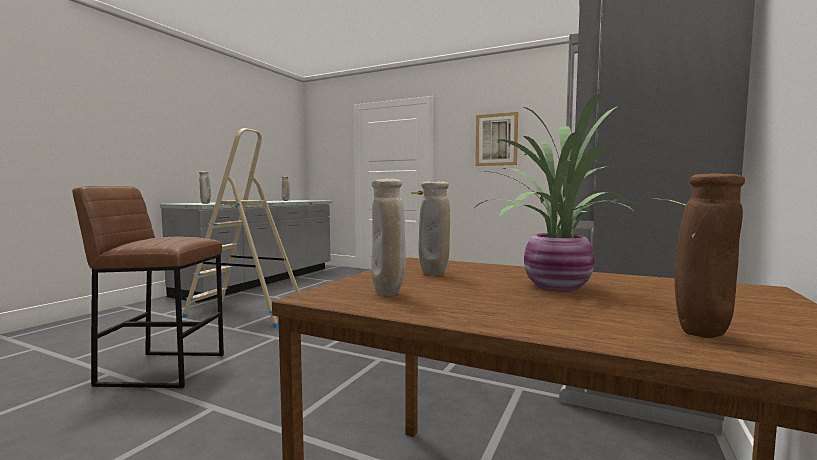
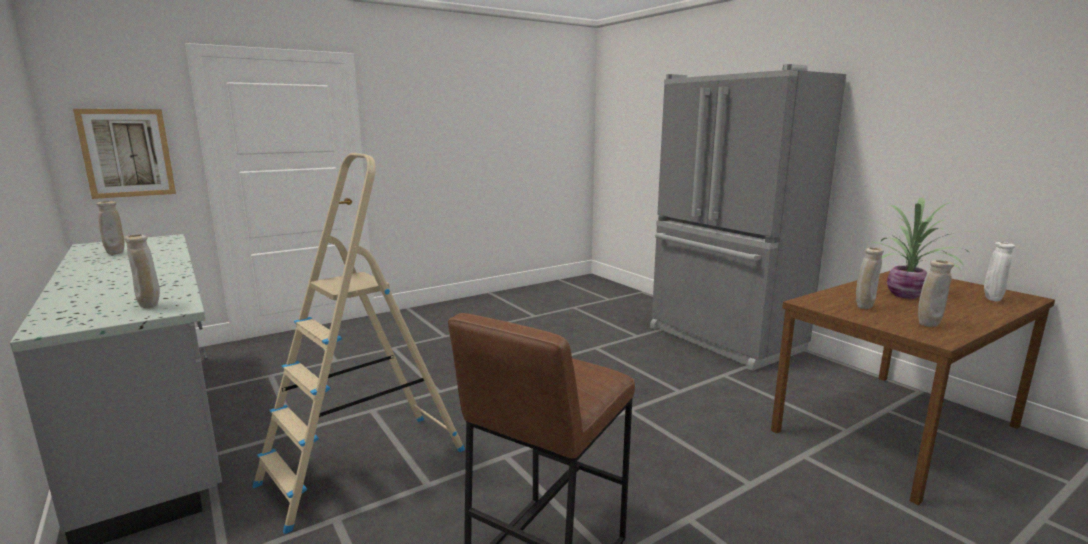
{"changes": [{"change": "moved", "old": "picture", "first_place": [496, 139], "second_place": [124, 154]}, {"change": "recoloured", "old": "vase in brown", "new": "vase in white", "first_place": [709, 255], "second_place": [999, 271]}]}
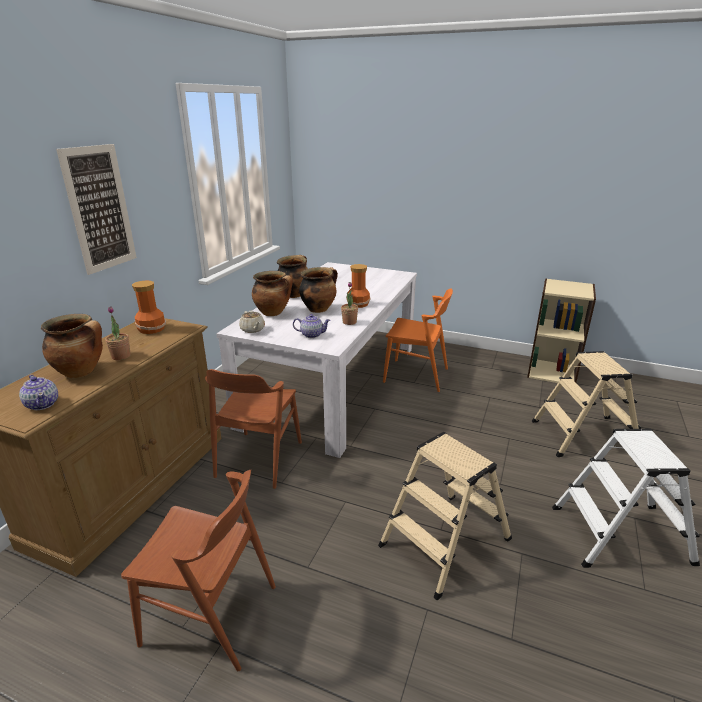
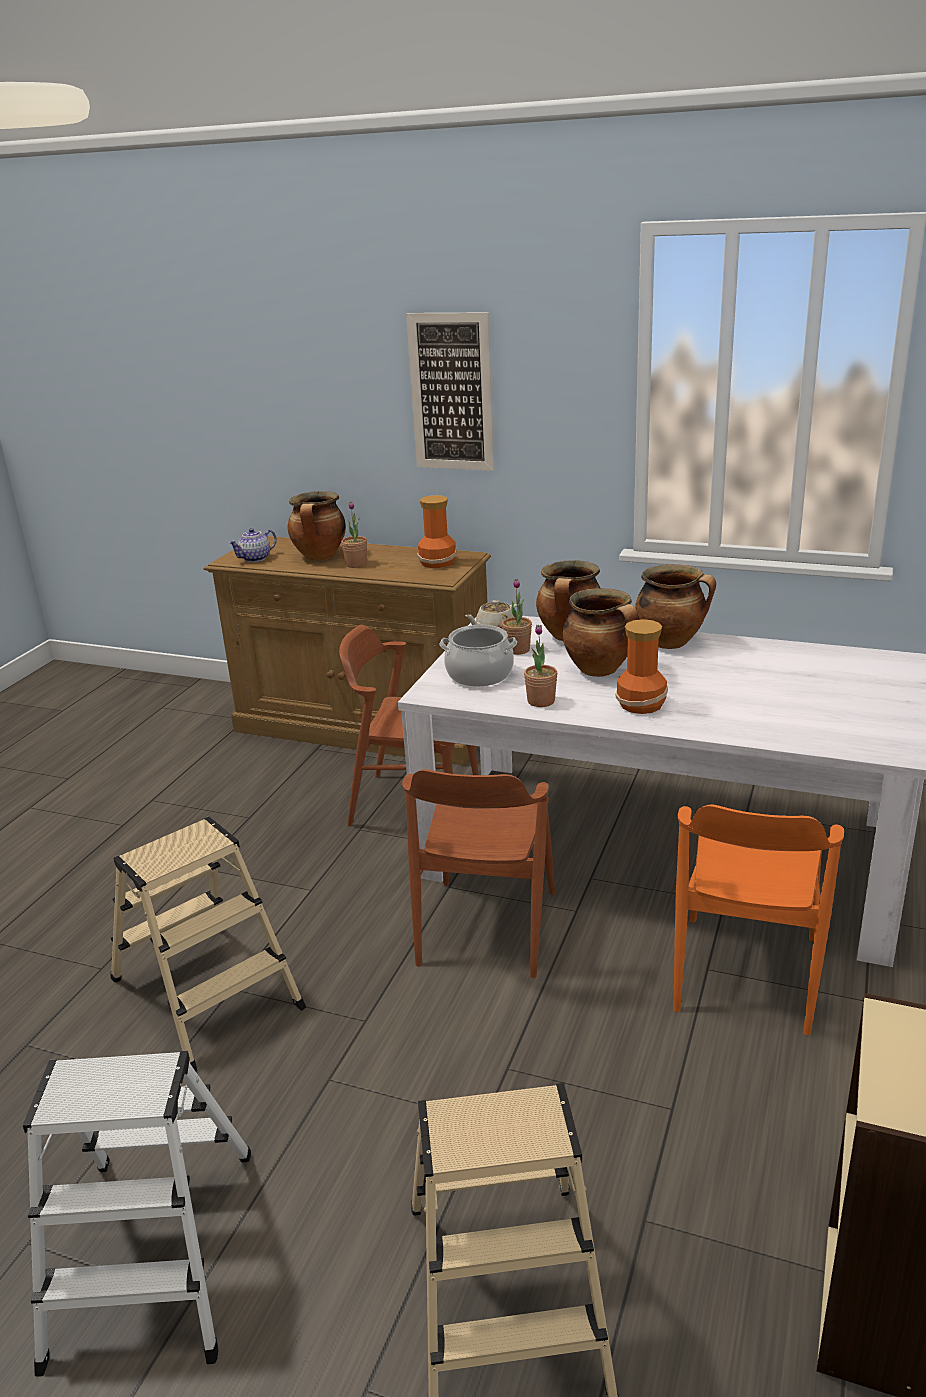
{"changes": [{"change": "moved", "old": "chair in brown", "first_place": [198, 570], "second_place": [478, 873]}, {"change": "replaced", "old": "teapot", "new": "cooking pot", "first_place": [312, 326], "second_place": [478, 656]}, {"change": "added", "new": "potted plant", "second_place": [517, 617]}]}
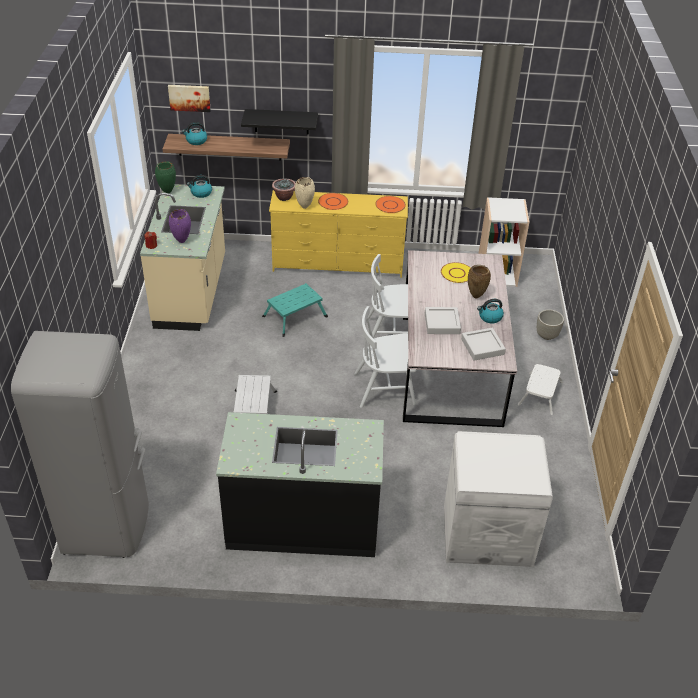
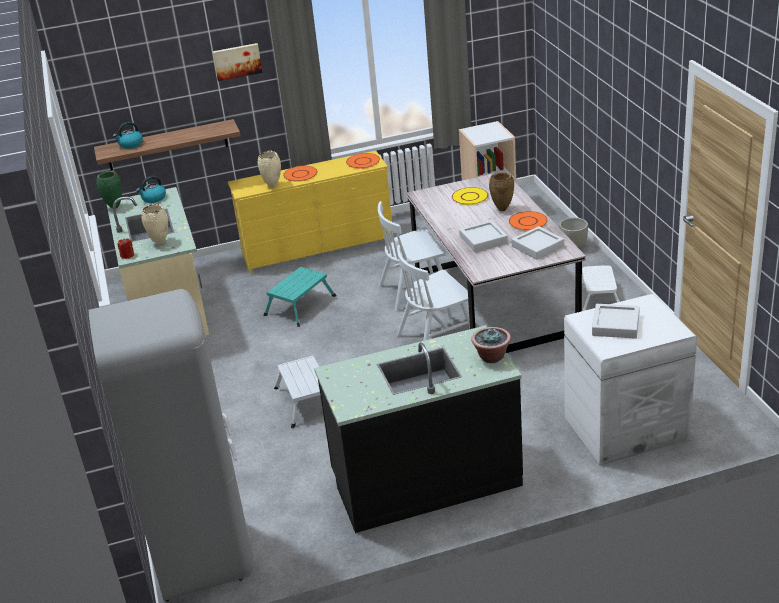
{"changes": [{"change": "recoloured", "old": "vase in purple", "new": "vase in beige", "first_place": [180, 226], "second_place": [154, 224]}, {"change": "moved", "old": "picture", "first_place": [189, 98], "second_place": [237, 62]}, {"change": "moved", "old": "potted plant", "first_place": [284, 189], "second_place": [491, 345]}, {"change": "replaced", "old": "kettle", "new": "plate in orange", "first_place": [490, 311], "second_place": [528, 221]}, {"change": "added", "new": "tray in grey", "second_place": [616, 321]}, {"change": "removed", "old": "shelf in black", "first_place": [279, 122]}]}
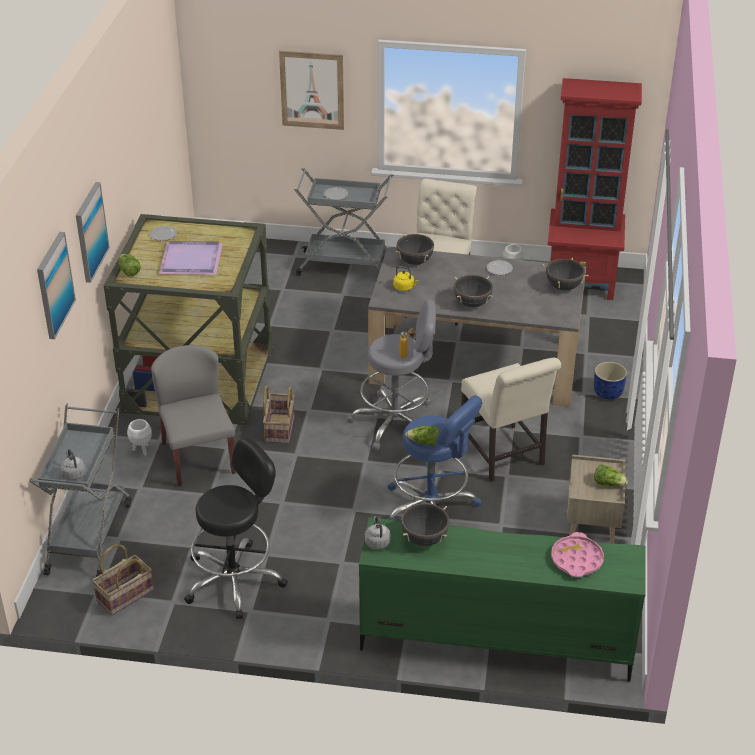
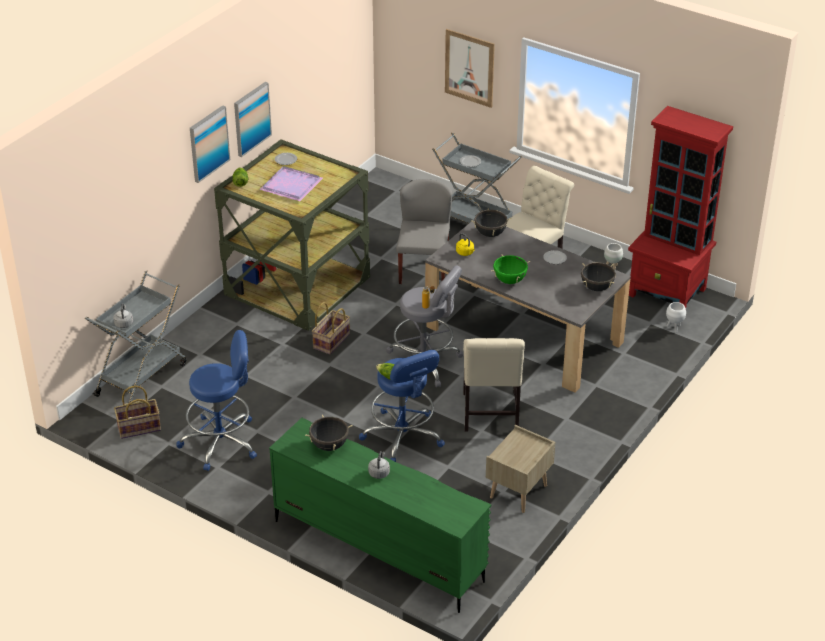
{"changes": [{"change": "recoloured", "old": "stool in black", "new": "stool in blue", "first_place": [236, 528], "second_place": [216, 400]}, {"change": "moved", "old": "picture", "first_place": [56, 285], "second_place": [253, 119]}, {"change": "moved", "old": "kettle in grey", "first_place": [378, 533], "second_place": [379, 465]}, {"change": "moved", "old": "chair in grey", "first_place": [193, 416], "second_place": [424, 231]}, {"change": "recoloured", "old": "cooking pot in black", "new": "cooking pot in green", "first_place": [473, 291], "second_place": [510, 269]}, {"change": "moved", "old": "planter in white", "first_place": [139, 437], "second_place": [676, 317]}, {"change": "removed", "old": "tray in pink", "first_place": [577, 554]}, {"change": "removed", "old": "planter in blue", "first_place": [610, 381]}, {"change": "removed", "old": "lettuce", "first_place": [611, 475]}]}
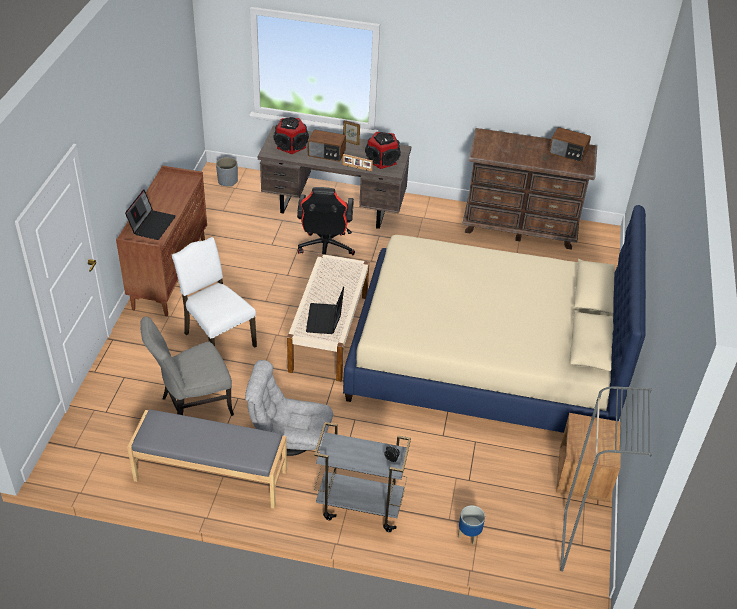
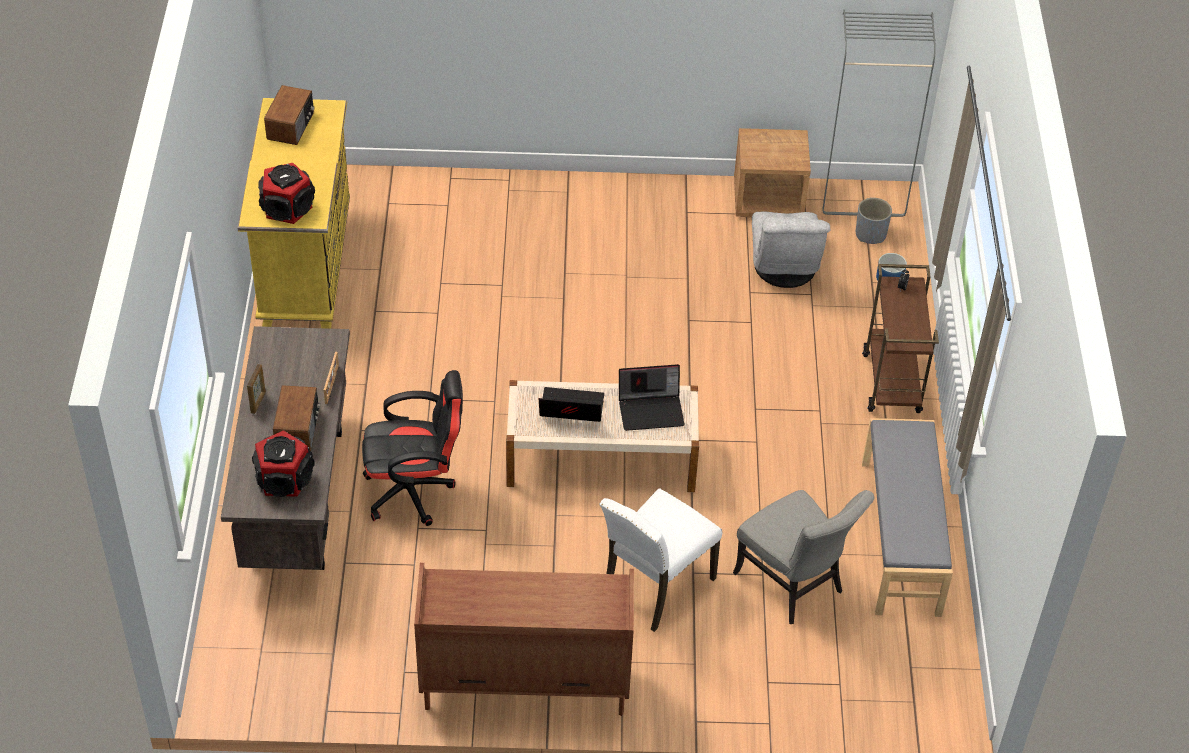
{"changes": [{"change": "recoloured", "old": "dresser in brown", "new": "dresser in yellow", "first_place": [529, 189], "second_place": [293, 213]}, {"change": "moved", "old": "speaker", "first_place": [383, 150], "second_place": [286, 193]}, {"change": "moved", "old": "laptop", "first_place": [150, 215], "second_place": [571, 404]}, {"change": "moved", "old": "armchair in grey", "first_place": [289, 408], "second_place": [791, 249]}, {"change": "moved", "old": "planter in grey", "first_place": [227, 172], "second_place": [874, 221]}, {"change": "recoloured", "old": "cart in grey", "new": "cart in brown", "first_place": [362, 477], "second_place": [900, 338]}, {"change": "removed", "old": "bed in beige", "first_place": [494, 319]}]}
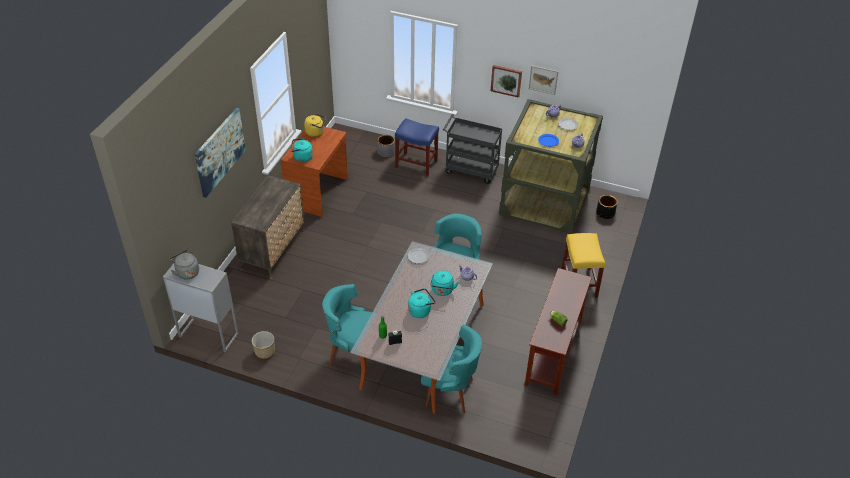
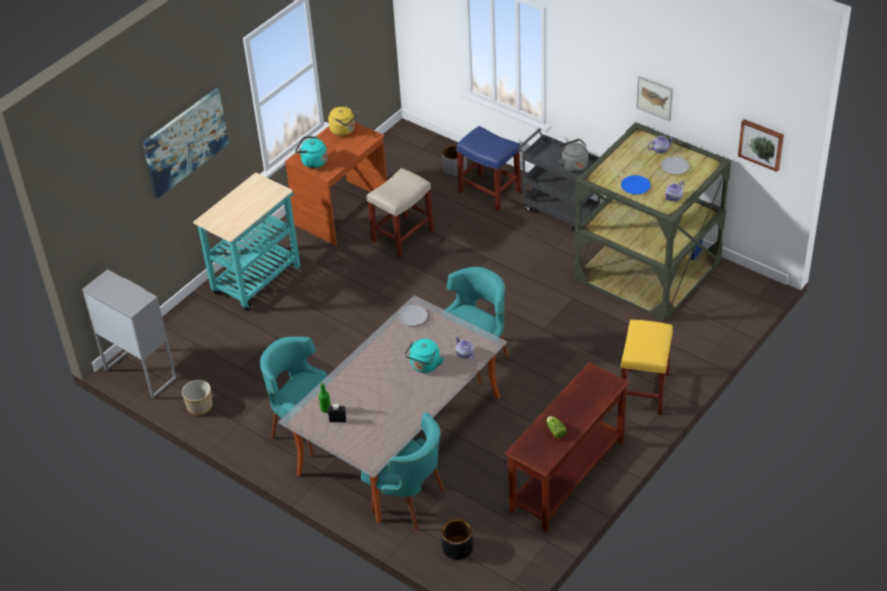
{"changes": [{"change": "replaced", "old": "dresser", "new": "cart in turquoise", "first_place": [267, 227], "second_place": [246, 241]}, {"change": "added", "new": "stool in beige", "second_place": [400, 213]}, {"change": "moved", "old": "planter in black", "first_place": [606, 207], "second_place": [457, 539]}, {"change": "moved", "old": "kettle in grey", "first_place": [184, 264], "second_place": [573, 155]}, {"change": "moved", "old": "picture", "first_place": [506, 81], "second_place": [761, 145]}, {"change": "removed", "old": "kettle in turquoise", "first_place": [421, 303]}]}
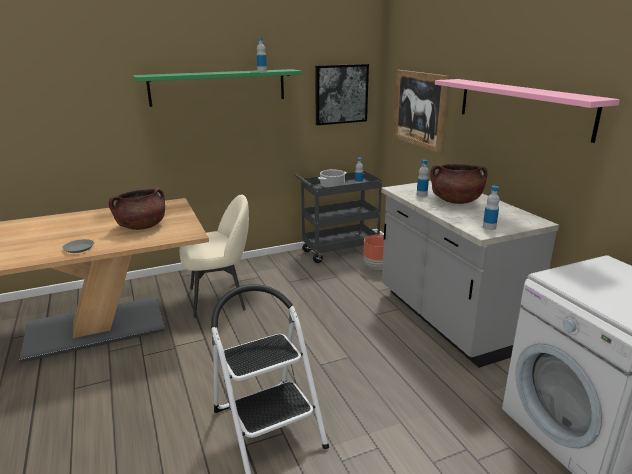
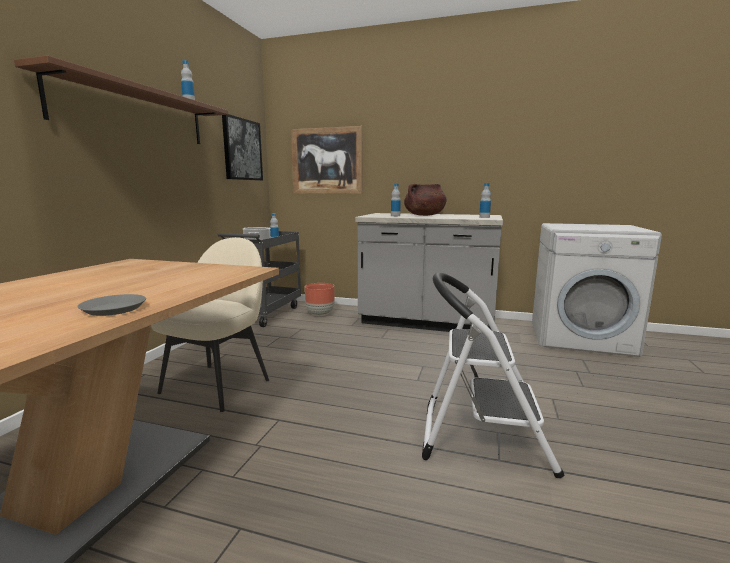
{"changes": [{"change": "recoloured", "old": "shelf in green", "new": "shelf in brown", "first_place": [217, 88], "second_place": [121, 99]}, {"change": "removed", "old": "cooking pot in brown", "first_place": [137, 209]}, {"change": "removed", "old": "shelf in pink", "first_place": [527, 111]}]}
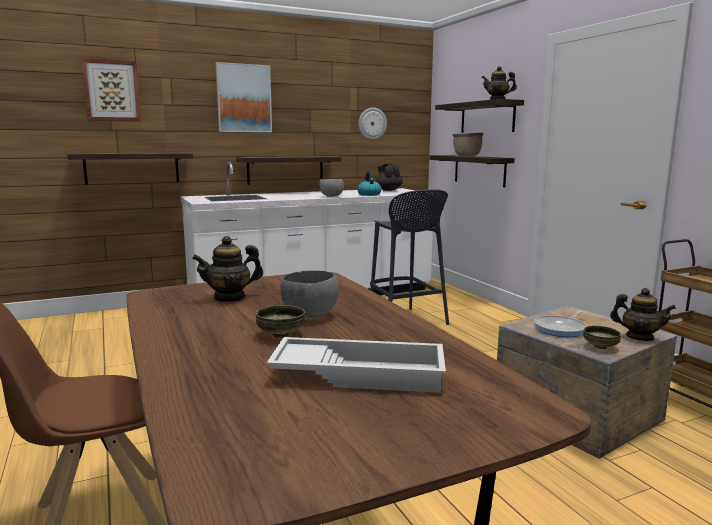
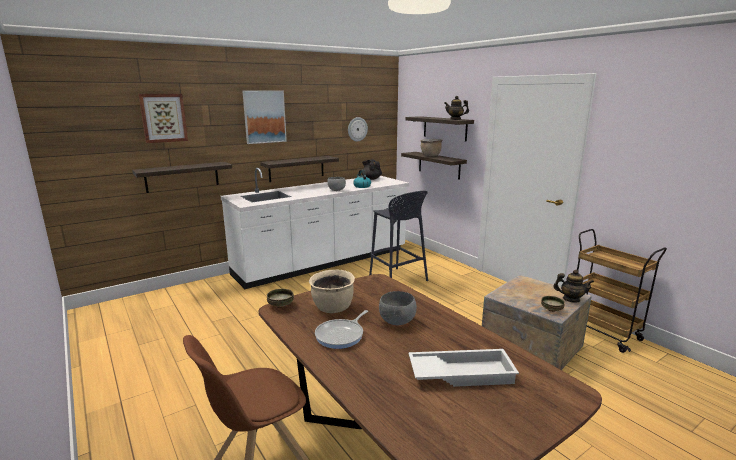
{"changes": [{"change": "moved", "old": "bowl", "first_place": [280, 321], "second_place": [280, 298]}, {"change": "replaced", "old": "teapot", "new": "cooking pot in beige", "first_place": [227, 269], "second_place": [332, 291]}, {"change": "moved", "old": "frying pan", "first_place": [560, 323], "second_place": [341, 329]}]}
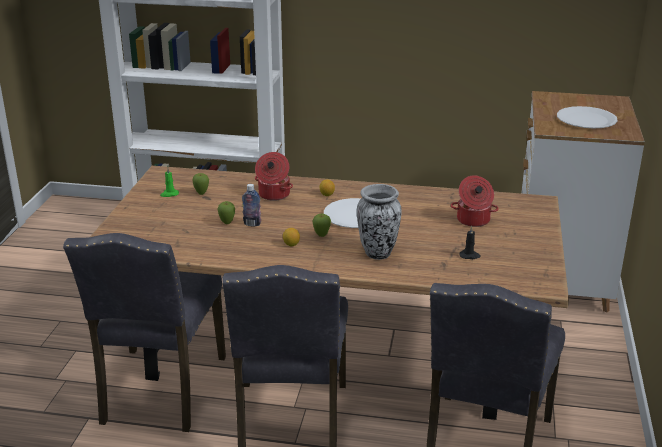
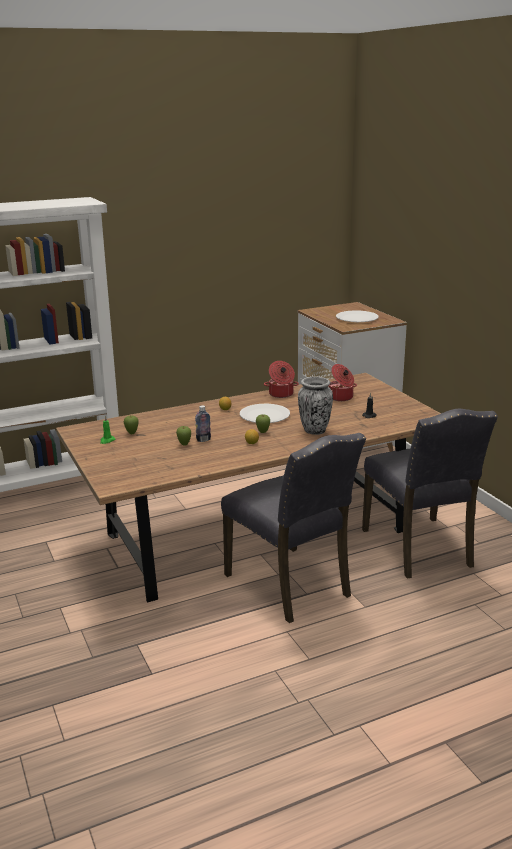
{"changes": [{"change": "moved", "old": "cooking pot", "first_place": [274, 176], "second_place": [281, 379]}, {"change": "removed", "old": "chair in grey", "first_place": [144, 332]}]}
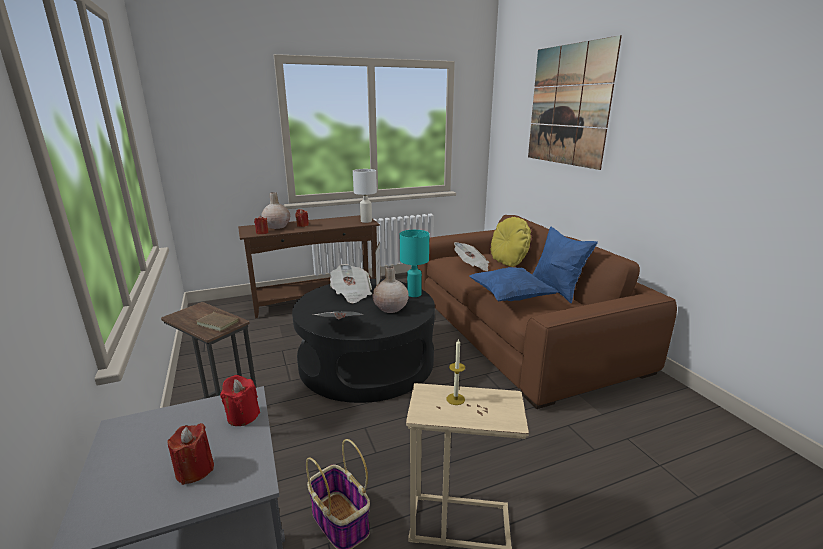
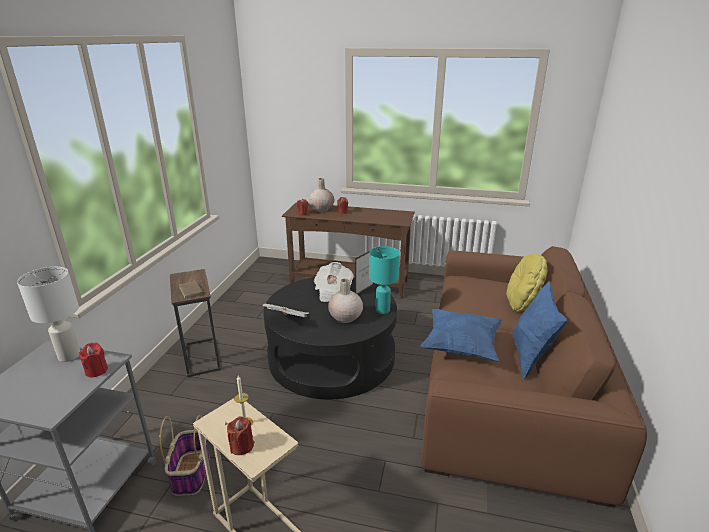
{"changes": [{"change": "moved", "old": "table lamp in white", "first_place": [365, 196], "second_place": [48, 314]}, {"change": "moved", "old": "candle in red", "first_place": [190, 454], "second_place": [240, 435]}, {"change": "removed", "old": "newspaper", "first_place": [471, 256]}, {"change": "removed", "old": "picture", "first_place": [575, 102]}]}
